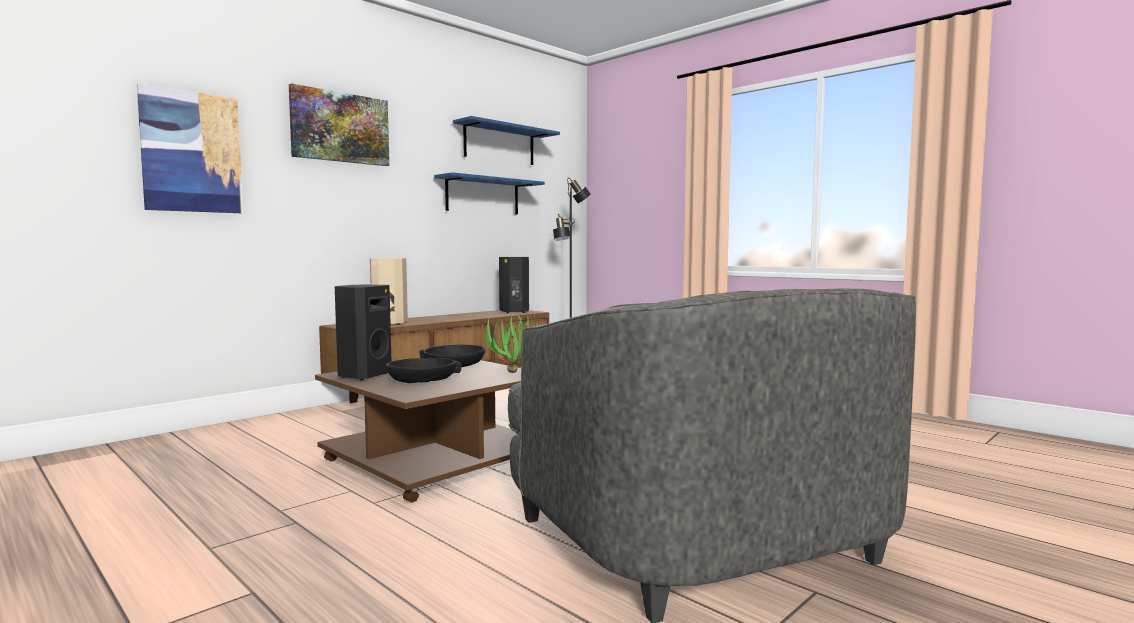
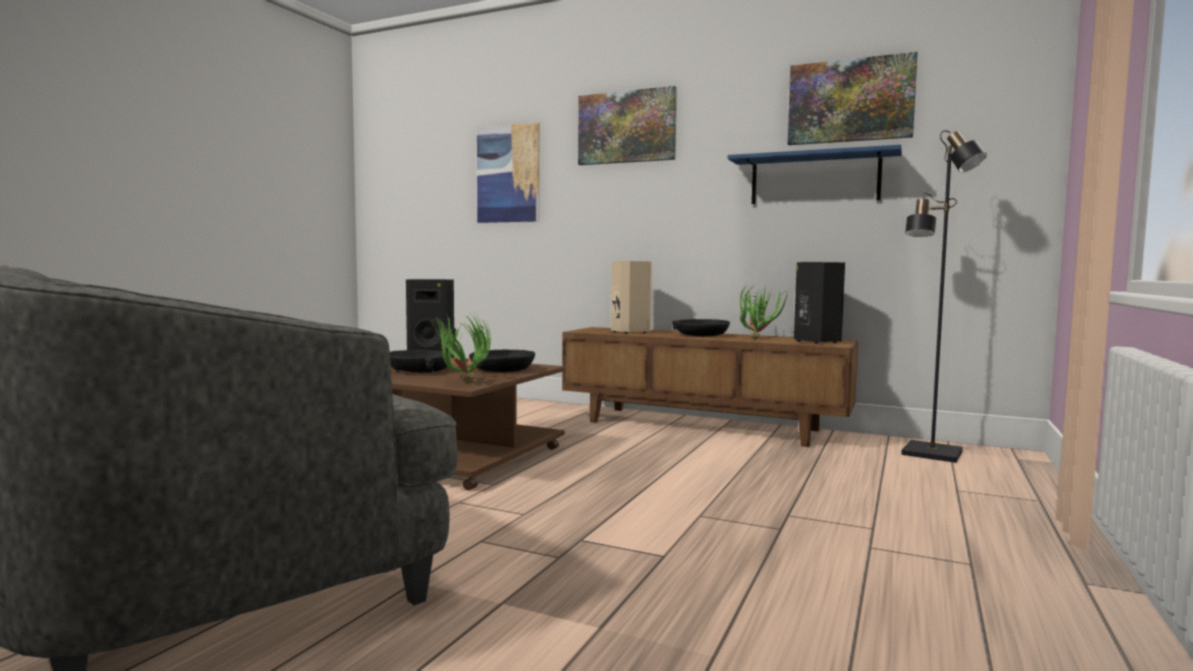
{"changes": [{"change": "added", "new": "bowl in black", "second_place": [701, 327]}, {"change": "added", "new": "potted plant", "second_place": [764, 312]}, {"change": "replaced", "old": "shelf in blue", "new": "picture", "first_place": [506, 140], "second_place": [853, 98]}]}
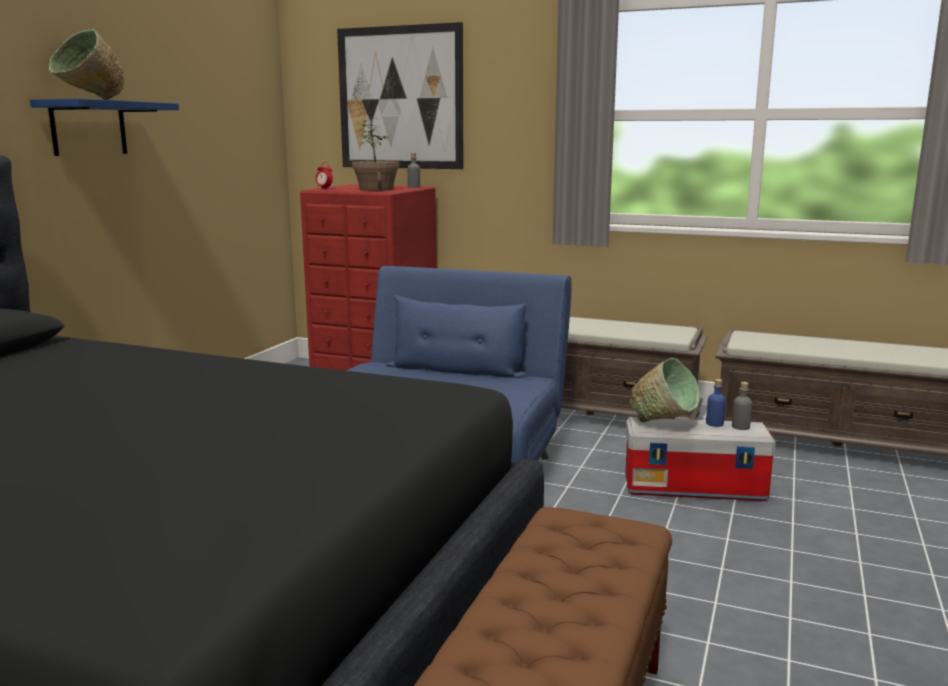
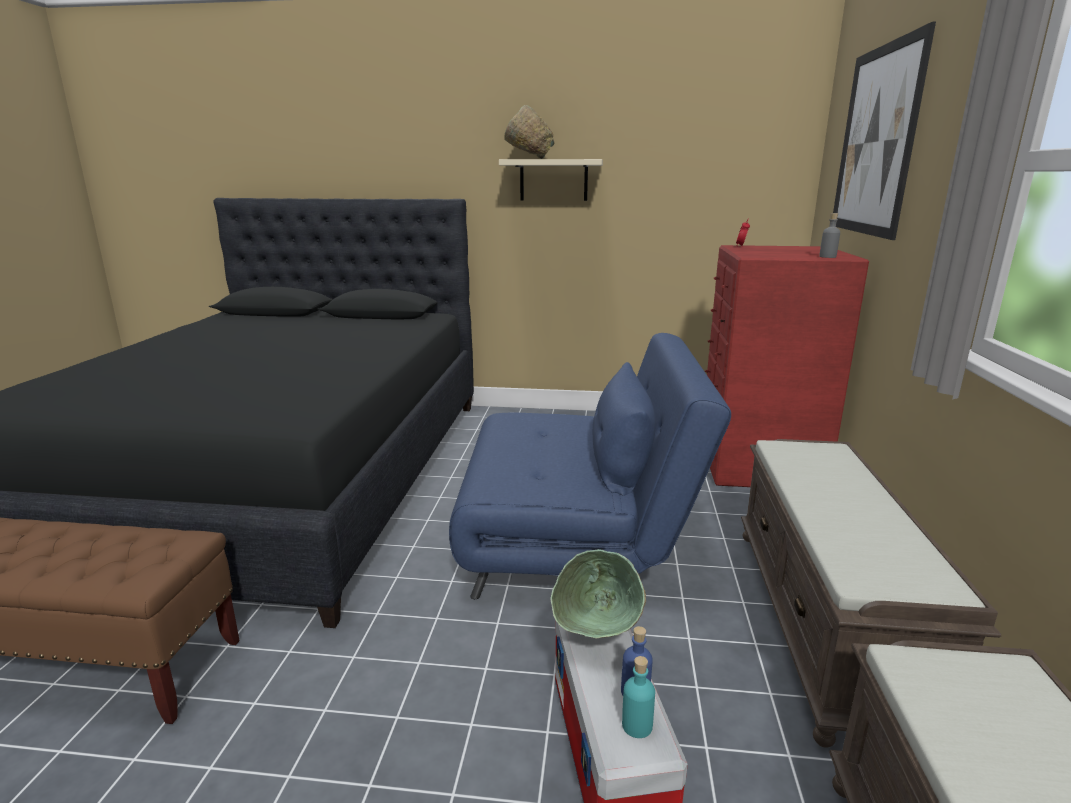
{"changes": [{"change": "recoloured", "old": "shelf in blue", "new": "shelf in beige", "first_place": [104, 127], "second_place": [551, 180]}, {"change": "recoloured", "old": "bottle in grey", "new": "bottle in turquoise", "first_place": [742, 406], "second_place": [638, 697]}, {"change": "removed", "old": "potted plant", "first_place": [375, 154]}]}
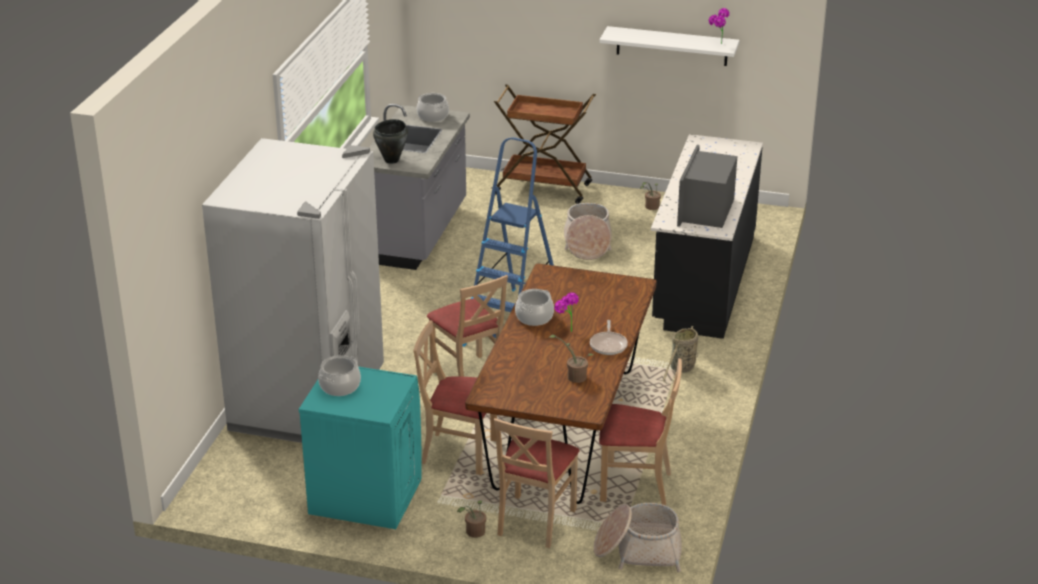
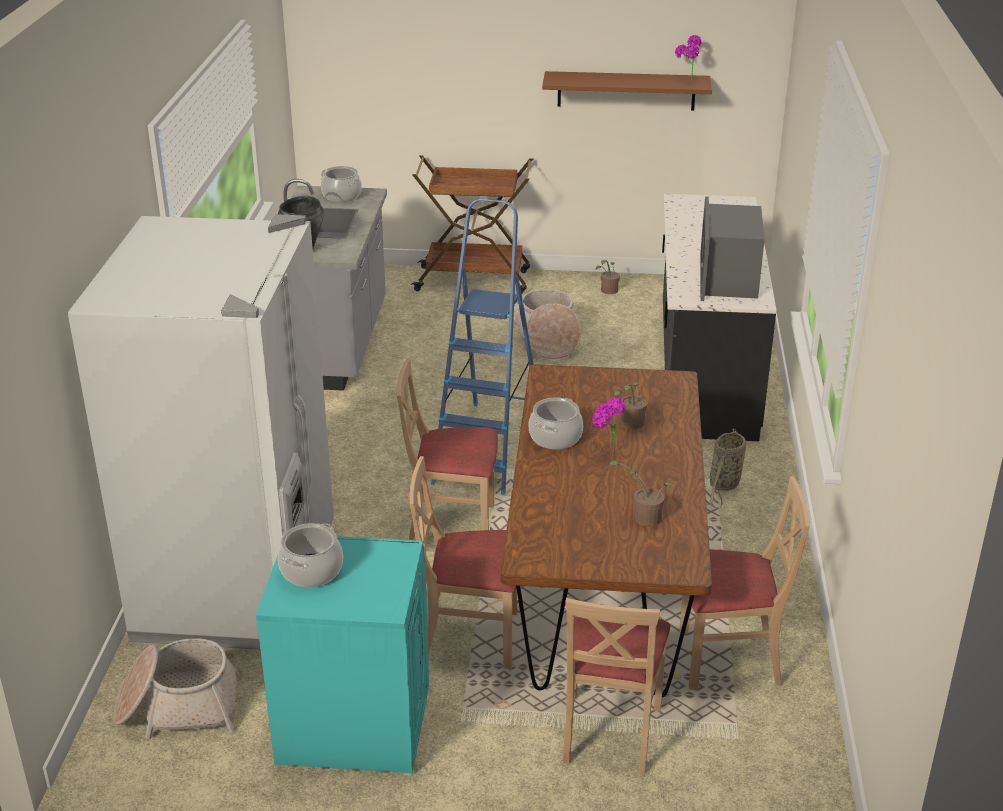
{"changes": [{"change": "moved", "old": "basket", "first_place": [637, 537], "second_place": [176, 688]}, {"change": "turned", "old": "chair in beige", "first_place": [467, 326], "second_place": [447, 449], "degrees": 135}, {"change": "recoloured", "old": "shelf in white", "new": "shelf in brown", "first_place": [669, 46], "second_place": [627, 90]}, {"change": "moved", "old": "potted plant", "first_place": [471, 519], "second_place": [630, 405]}, {"change": "removed", "old": "frying pan", "first_place": [609, 337]}]}
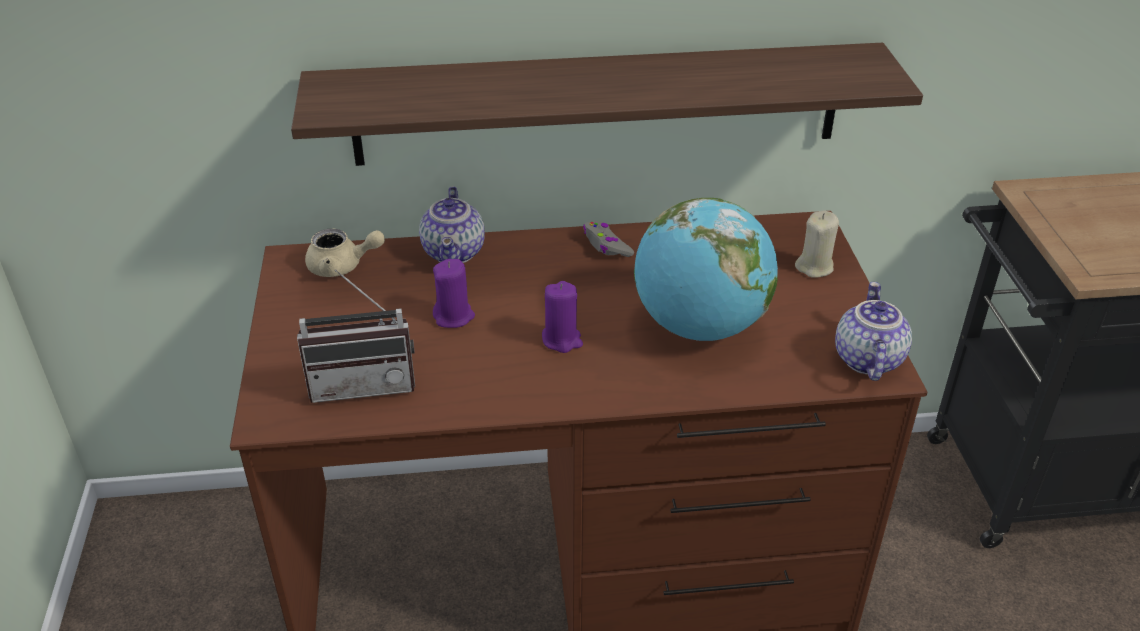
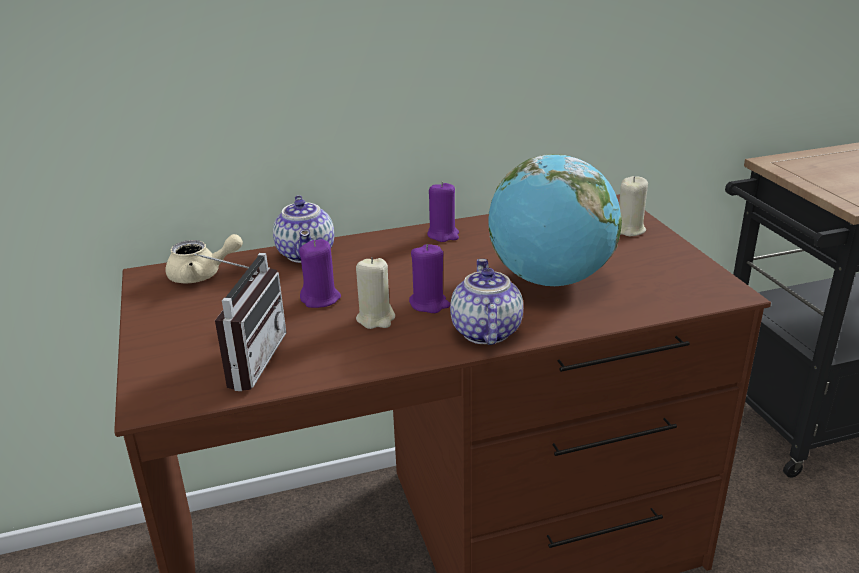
{"changes": [{"change": "turned", "old": "radio", "first_place": [356, 336], "second_place": [240, 322], "degrees": -60}, {"change": "added", "new": "candle in beige", "second_place": [375, 293]}, {"change": "replaced", "old": "game controller in grey", "new": "candle in purple", "first_place": [608, 239], "second_place": [443, 212]}, {"change": "moved", "old": "teapot", "first_place": [873, 331], "second_place": [486, 302]}, {"change": "removed", "old": "shelf", "first_place": [607, 104]}]}
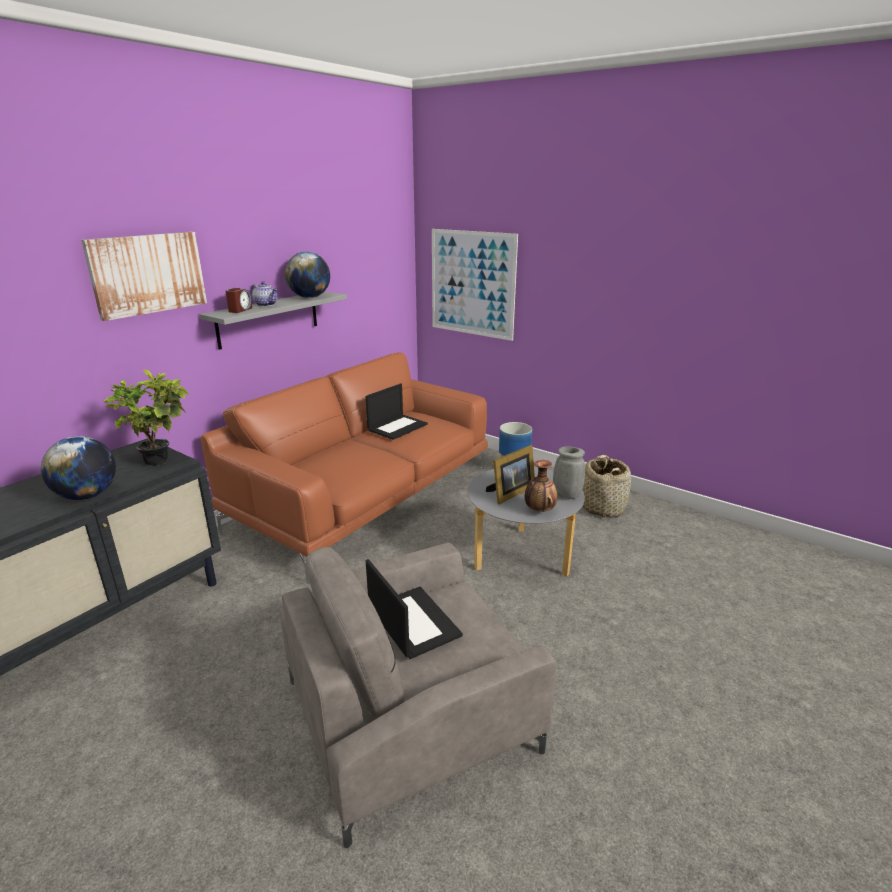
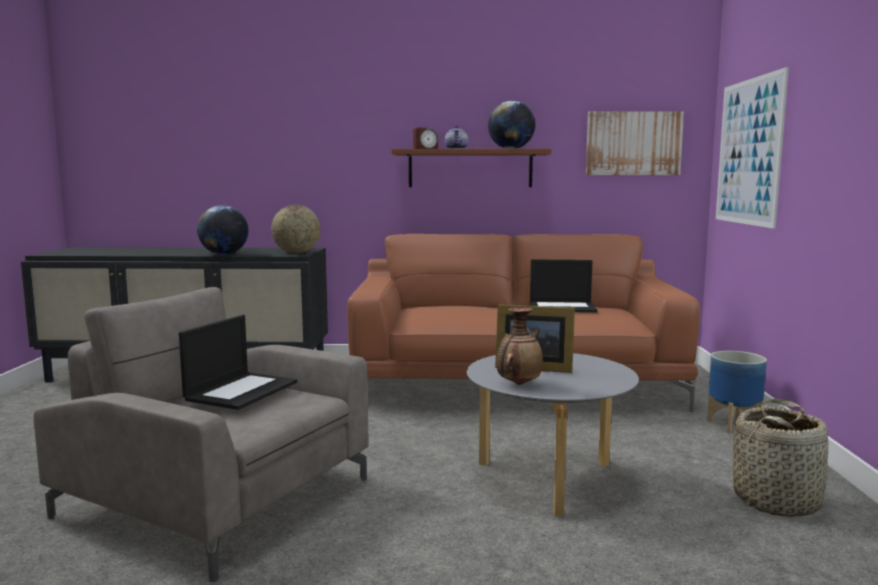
{"changes": [{"change": "replaced", "old": "potted plant", "new": "globe", "first_place": [146, 418], "second_place": [296, 229]}, {"change": "recoloured", "old": "shelf in grey", "new": "shelf in brown", "first_place": [273, 320], "second_place": [471, 168]}, {"change": "moved", "old": "picture", "first_place": [144, 276], "second_place": [635, 143]}, {"change": "removed", "old": "vase in grey", "first_place": [569, 472]}]}
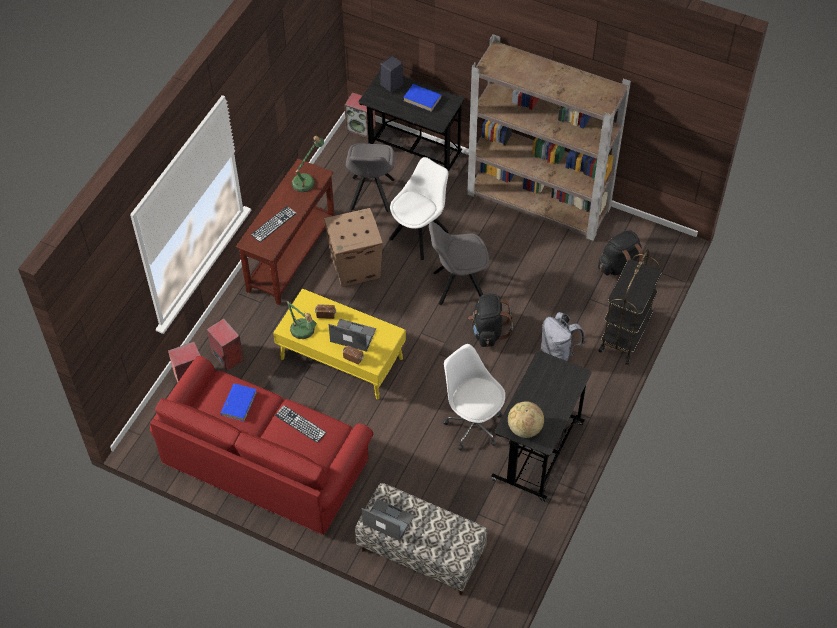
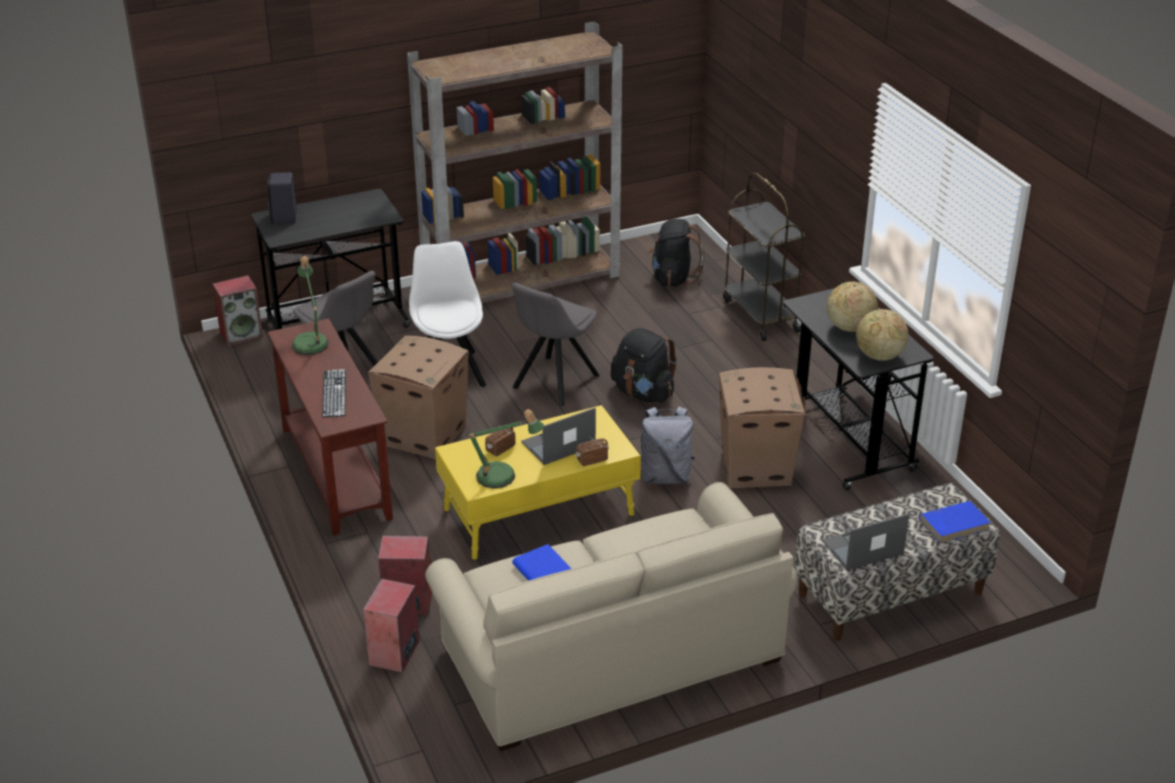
{"changes": [{"change": "recoloured", "old": "sofa in red", "new": "sofa in beige", "first_place": [261, 445], "second_place": [611, 616]}, {"change": "moved", "old": "backpack in grey", "first_place": [563, 336], "second_place": [667, 445]}, {"change": "replaced", "old": "office chair in white", "new": "cardboard box", "first_place": [474, 397], "second_place": [762, 427]}, {"change": "added", "new": "globe", "second_place": [852, 307]}, {"change": "moved", "old": "book in blue", "first_place": [422, 98], "second_place": [955, 522]}, {"change": "removed", "old": "keyboard", "first_place": [301, 424]}]}
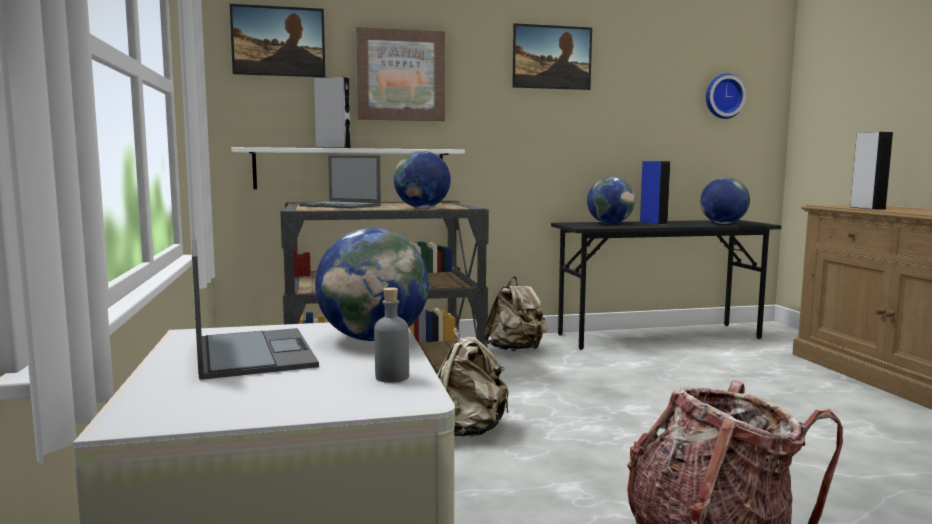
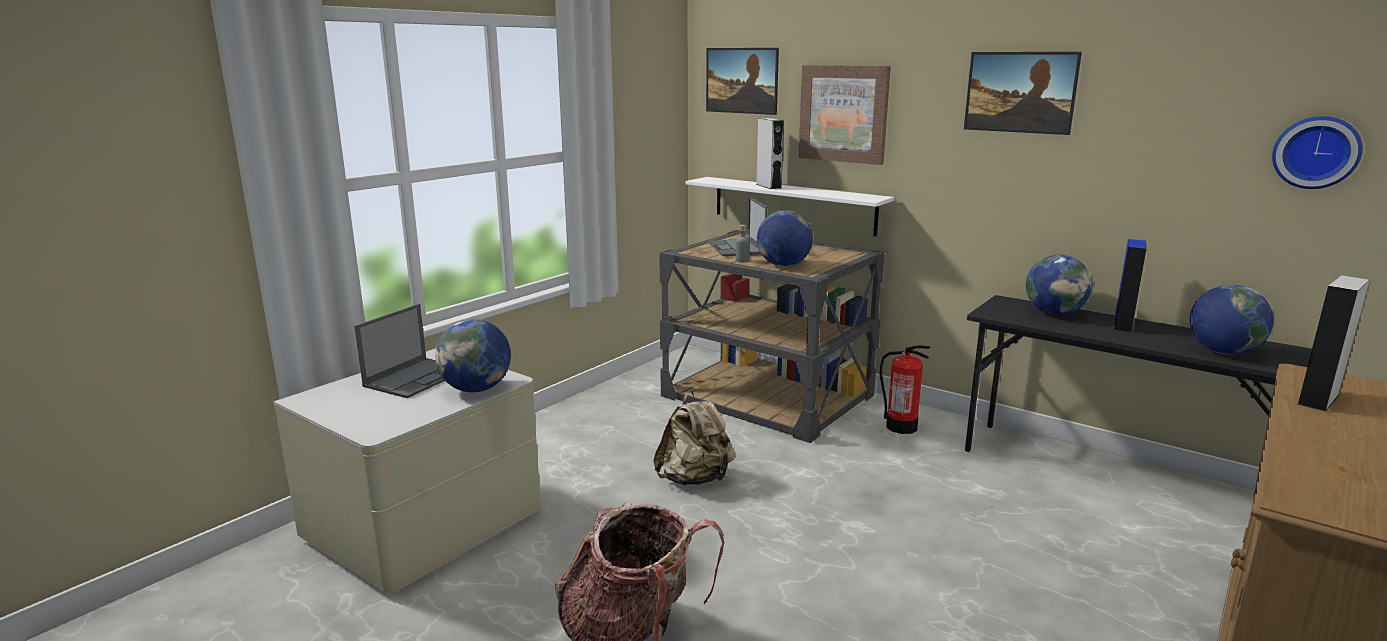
{"changes": [{"change": "moved", "old": "bottle in grey", "first_place": [391, 335], "second_place": [742, 243]}, {"change": "replaced", "old": "backpack in beige", "new": "fire extinguisher", "first_place": [517, 314], "second_place": [905, 389]}]}
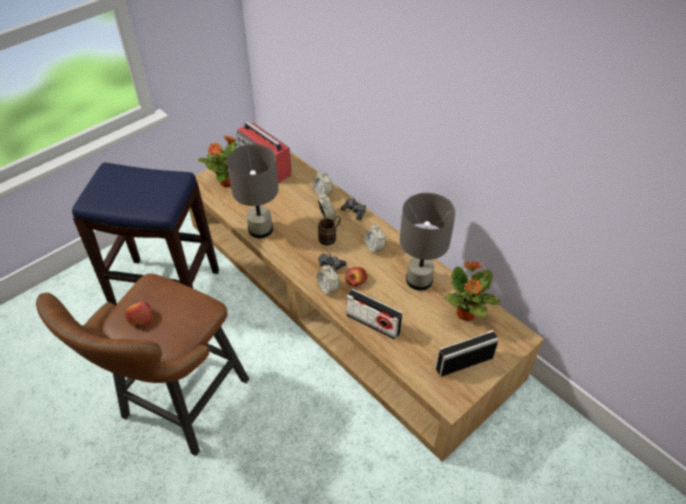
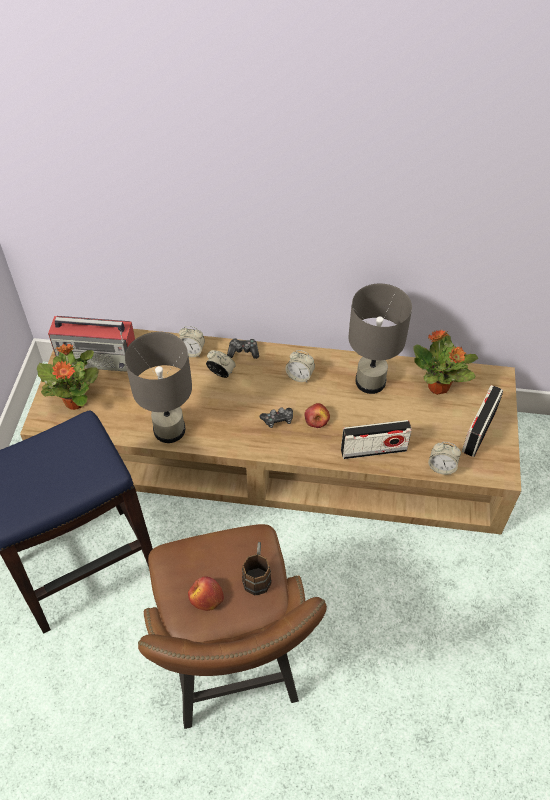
{"changes": [{"change": "moved", "old": "mug in brown", "first_place": [329, 231], "second_place": [256, 569]}, {"change": "moved", "old": "alarm clock", "first_place": [328, 280], "second_place": [444, 458]}]}
